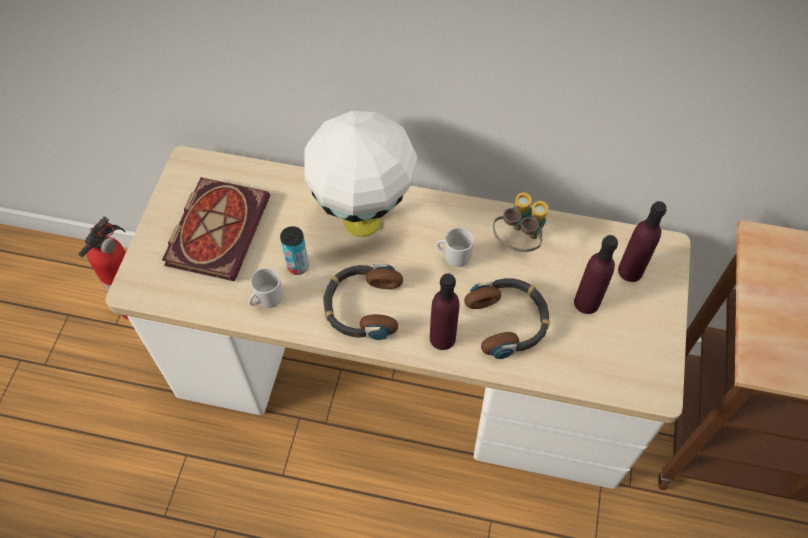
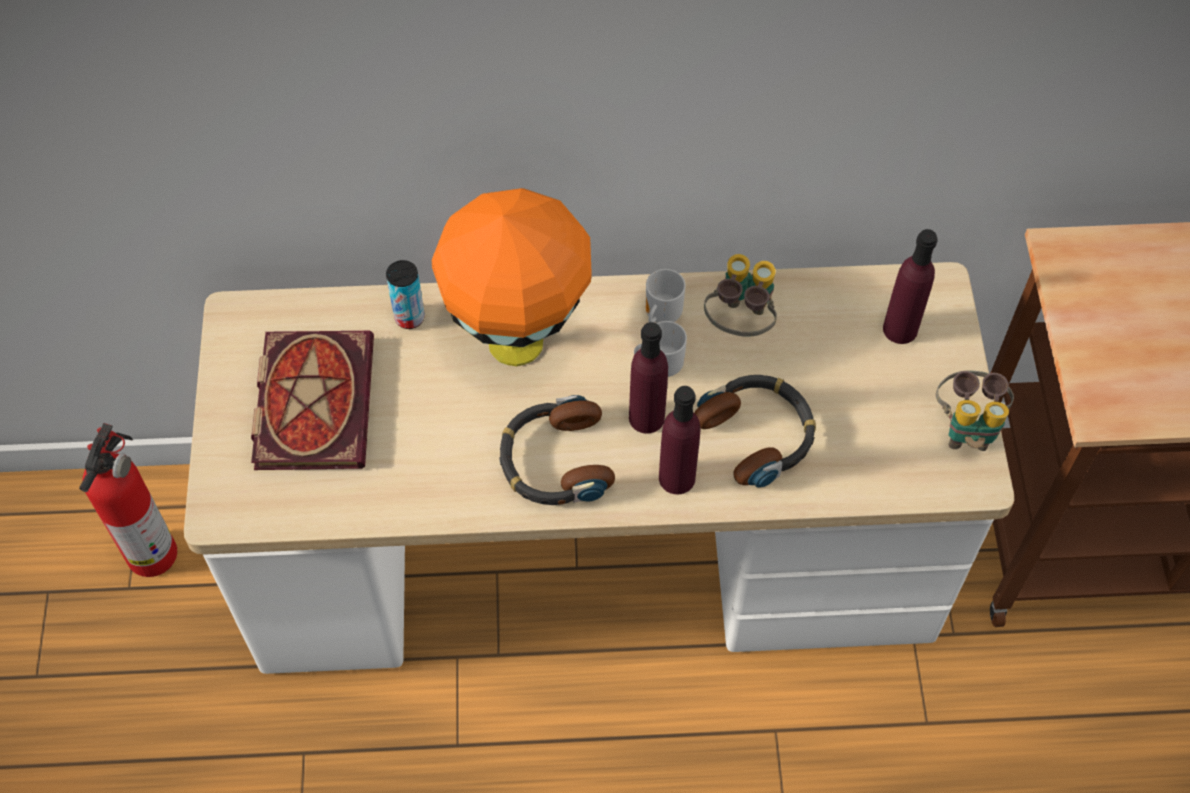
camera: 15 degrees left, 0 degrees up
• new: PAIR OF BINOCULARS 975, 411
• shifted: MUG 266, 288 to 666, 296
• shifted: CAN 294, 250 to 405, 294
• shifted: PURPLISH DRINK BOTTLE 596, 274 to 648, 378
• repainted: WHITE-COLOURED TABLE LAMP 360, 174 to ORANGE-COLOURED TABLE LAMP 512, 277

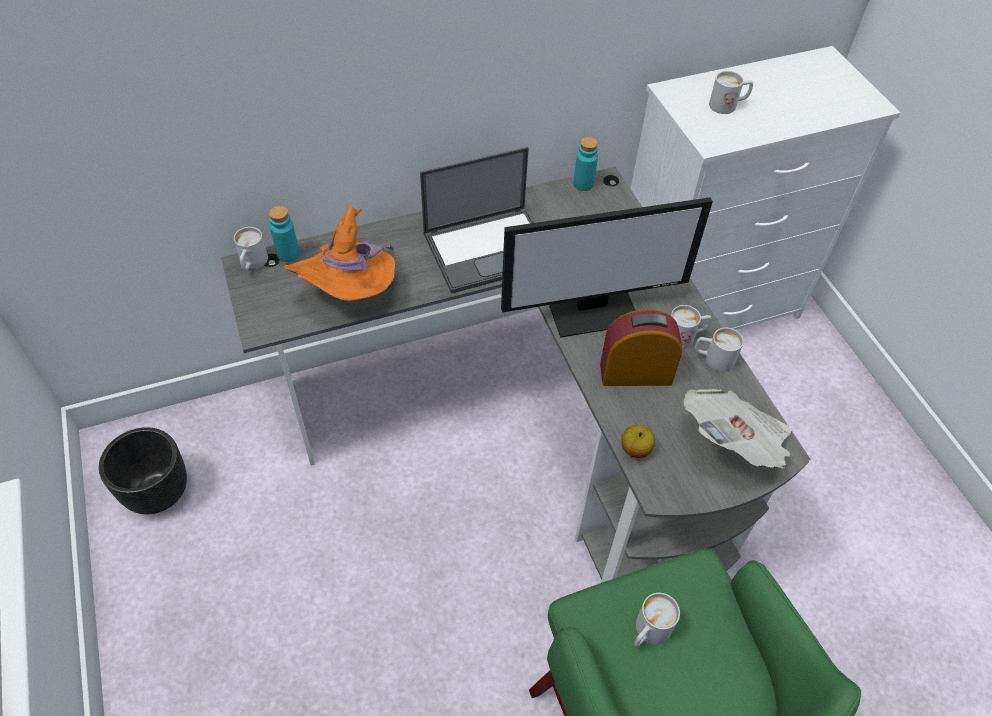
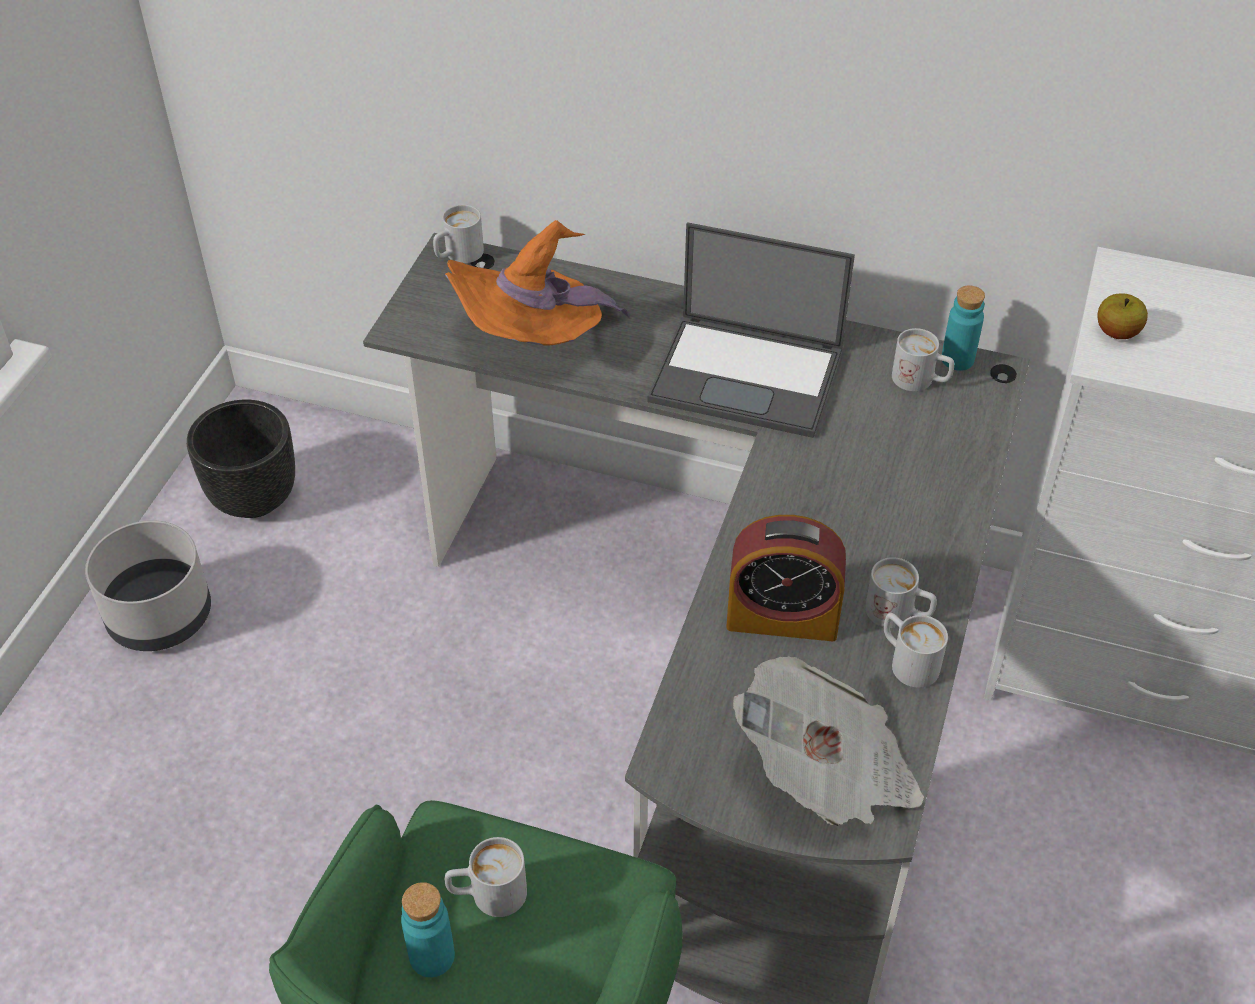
camera: 40 degrees right, 5 degrees down
• gone: MONITOR 607, 267
• new: GREYISH PLANT POT 148, 585
• shifted: TURQUOISE-COLOURED DRINK BOTTLE 284, 234 to 428, 929
• shifted: APPLE 638, 441 to 1122, 316
• shifted: WHITE-COLOURED MUG 731, 92 to 923, 359
• rotated: TABLE CLOCK 641, 347 = 786, 578 150 degrees clockwise

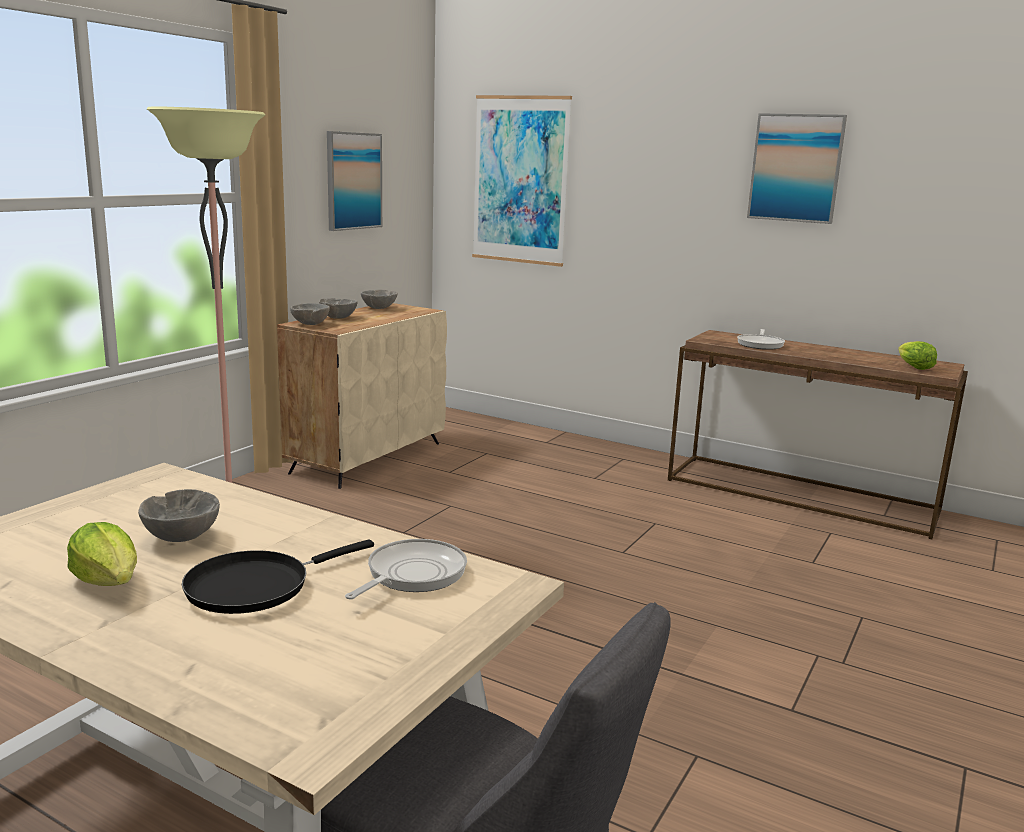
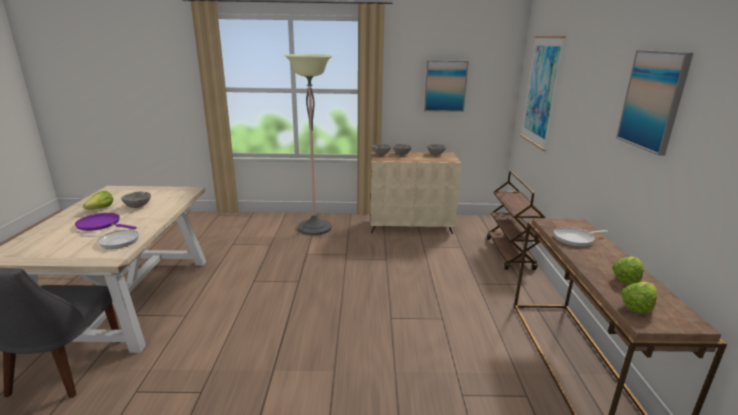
camera: 60 degrees right, 5 degrees up
• new: BROWNISH WHEELED CART 516, 220
• new: LETTUCE HEAD 628, 270
• repainted: BLACKISH PAN 278, 576 to PURPLISH PAN 106, 222

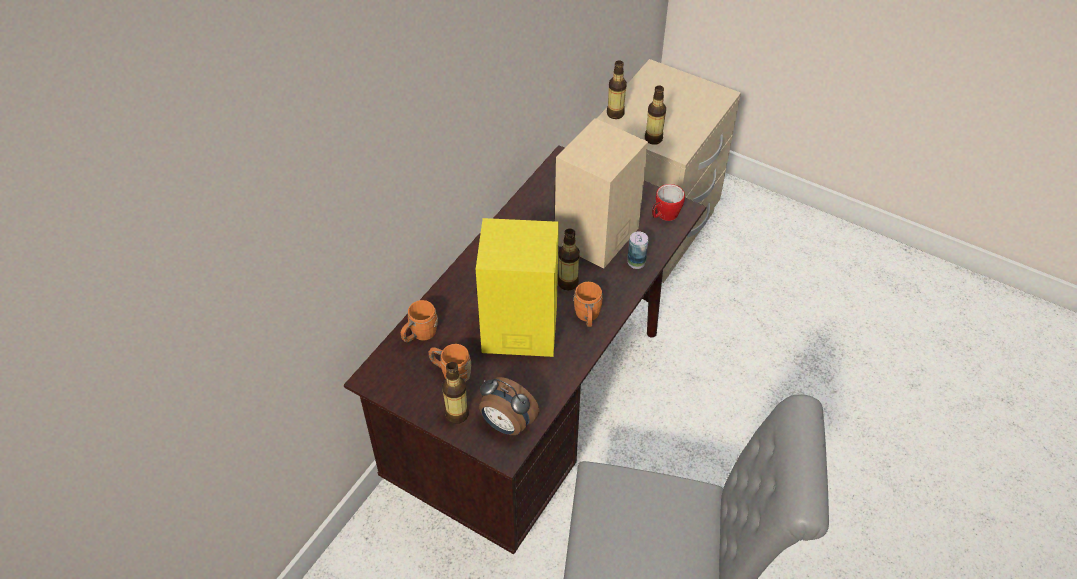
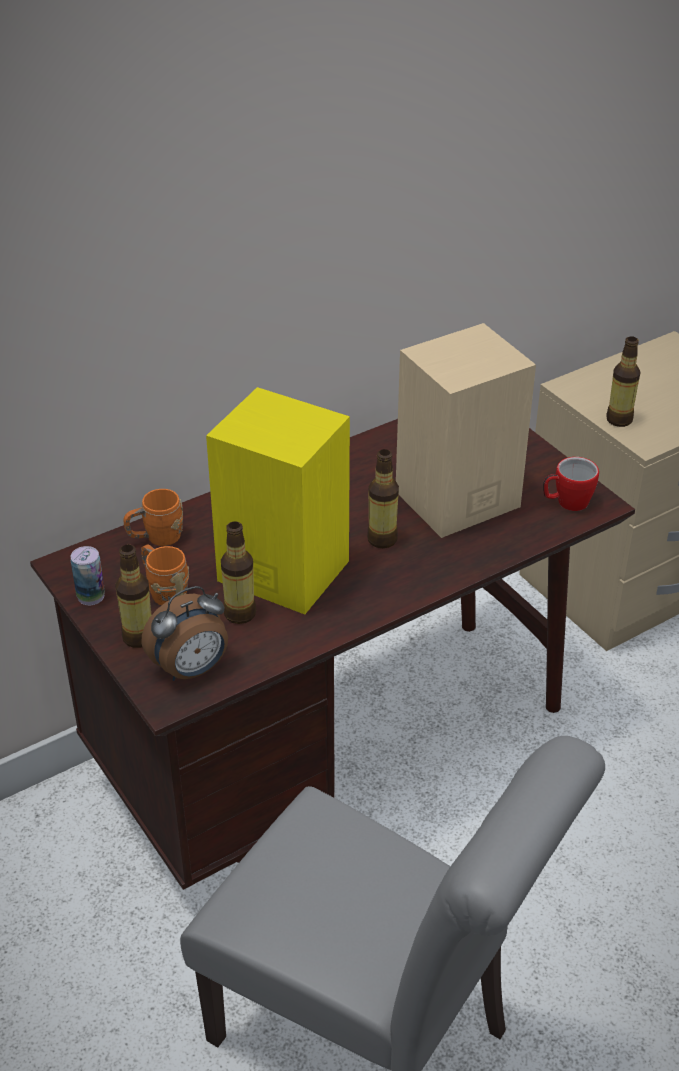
camera: 25 degrees right, 10 degrees down
• gone: ORANGE-COLOURED MUG 588, 304
• shifted: DRINK BOTTLE 617, 89 to 238, 573
• shifted: CAN 637, 250 to 88, 575
• rotated: TABLE CLOCK 509, 406 = 185, 633 90 degrees counterclockwise

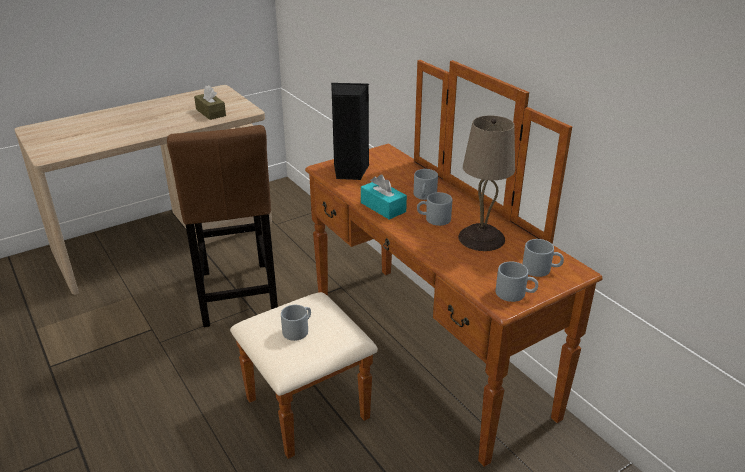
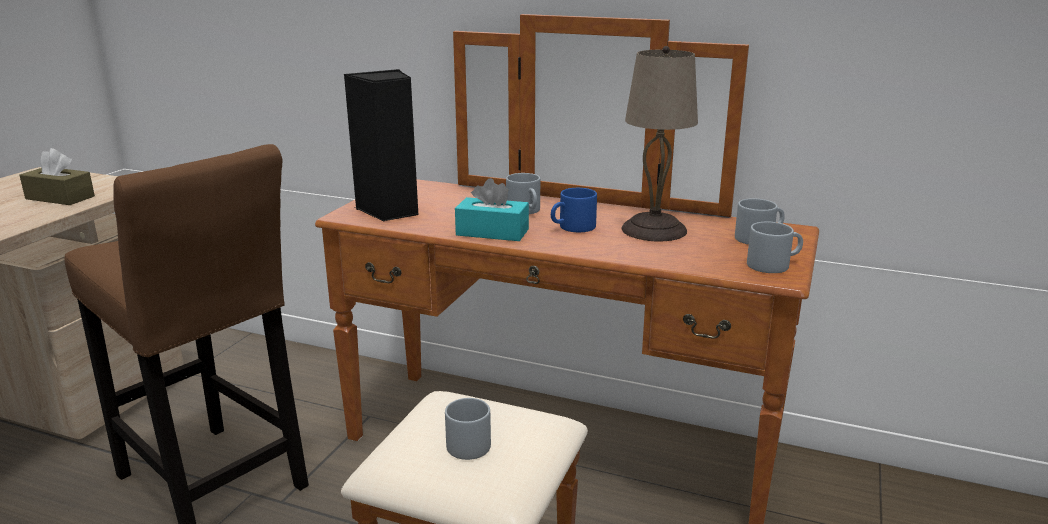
camera: 35 degrees left, 10 degrees down
• repainted: GREYISH MUG 434, 209 to BLUISH MUG 574, 210

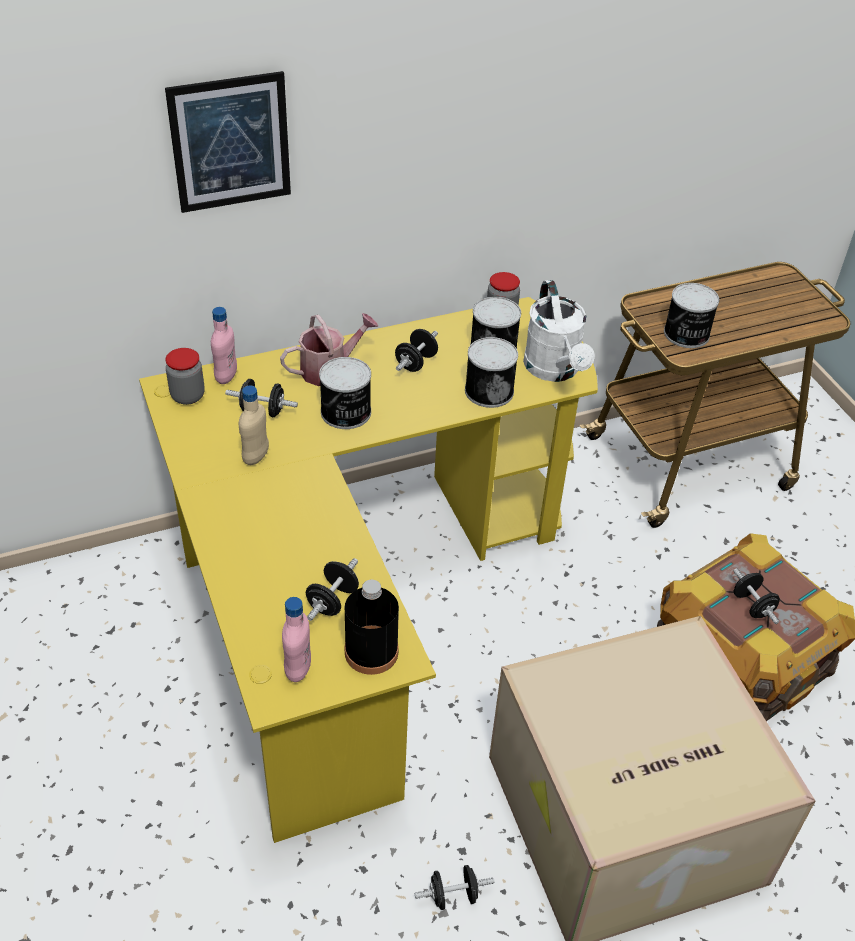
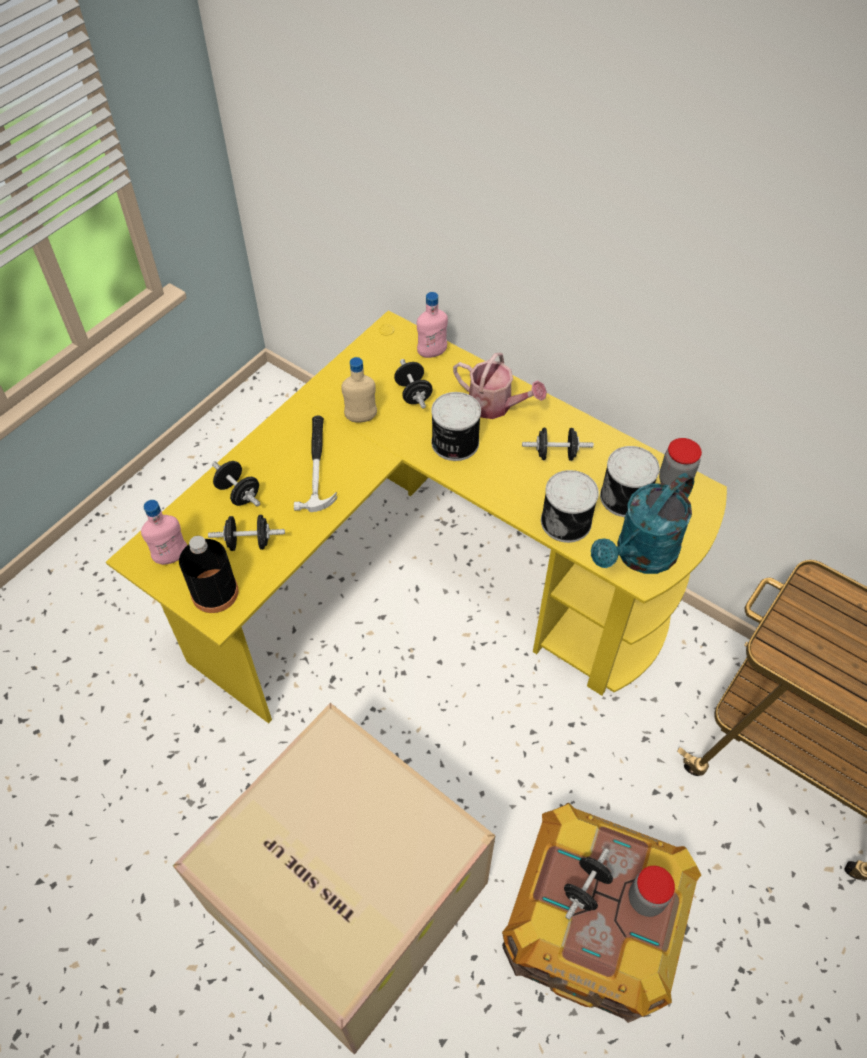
camera: 60 degrees right, 10 degrees up
• gone: PICTURE 228, 142
• gone: CAN 691, 315
• new: HAND HAMMER 315, 463
• shifted: PRESERVE JAR 185, 376 to 652, 891
• shifted: BLACKISH FREE WEIGHT 455, 887 to 236, 484
• repainted: WHITE-COLOURED SPRINKLING CAN 559, 331 to TURQUOISE-COLOURED SPRINKLING CAN 642, 523

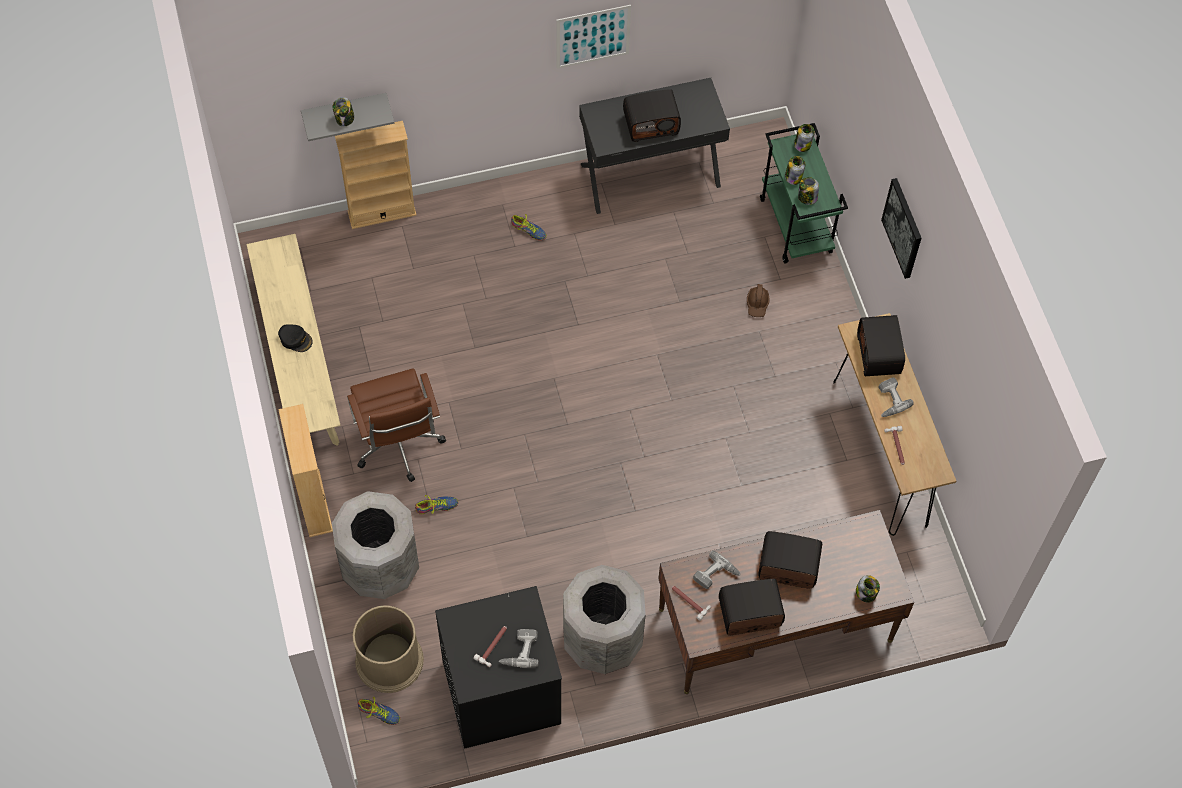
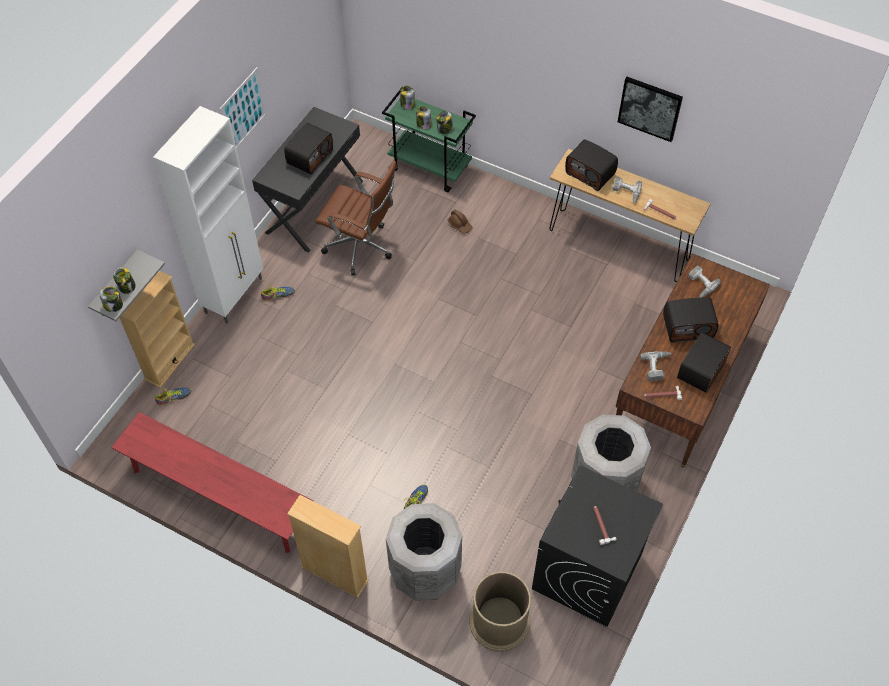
camera: 45 degrees left, 5 degrees down
• gone: BLACKISH BASEBALL CAP 295, 338
• new: WHITE-COLOURED CUPBOARD 208, 214
• shifted: BROWNISH DESK CHAIR 396, 425 to 356, 218
• shifted: SHOE 379, 711 to 173, 396
• shifted: DRILL 519, 648 to 704, 282
• shifted: PRESERVE JAR 868, 589 to 111, 299
• shifted: PICTURE 901, 228 to 650, 109
• repainted: BEIGE LONG SEAT 293, 340 to REDDISH LONG SEAT 212, 482
• rotated: RADIO SET 790, 560 = 691, 320 150 degrees counterclockwise

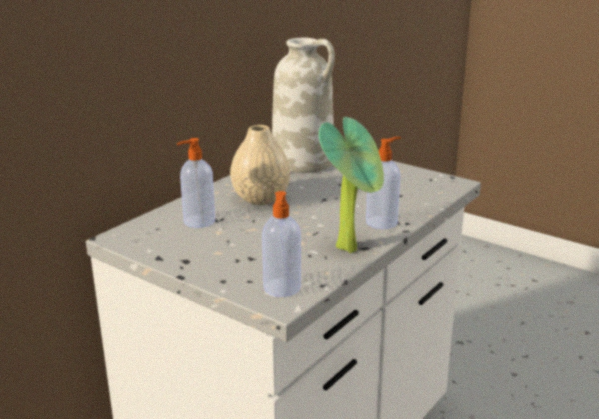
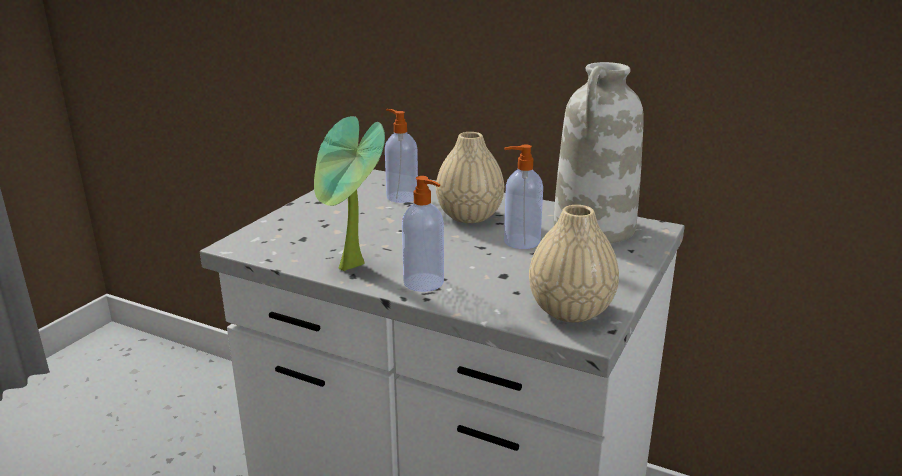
camera: 80 degrees right, 0 degrees up
• new: BEIGE DECORATIVE VASE 574, 263
• shifted: LIQUID SOAP BOTTLE 281, 244 to 523, 197

